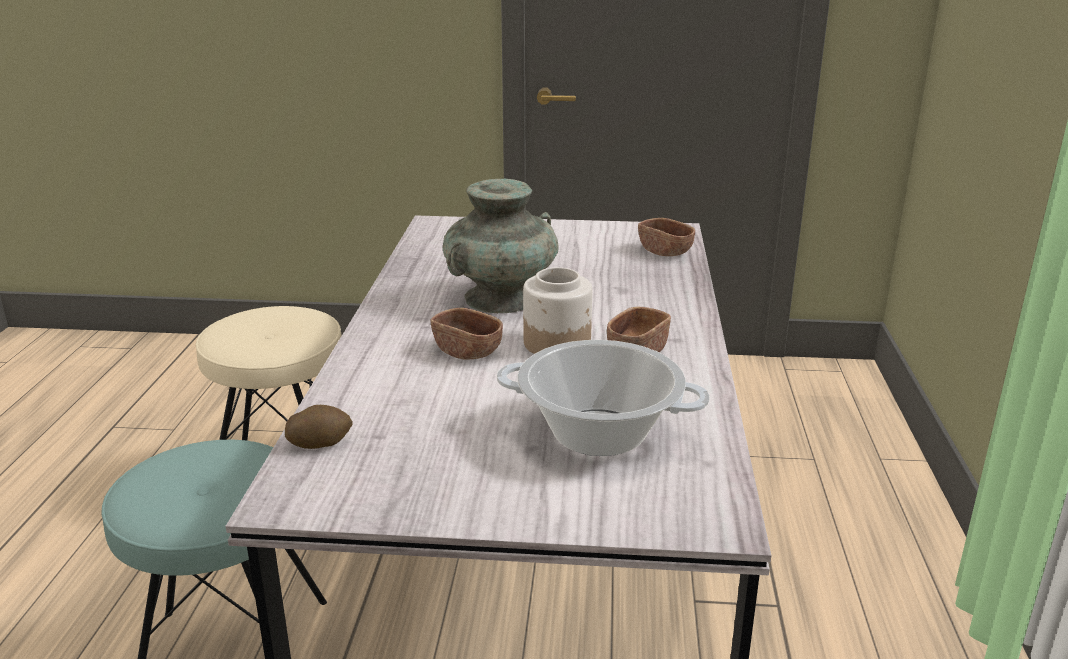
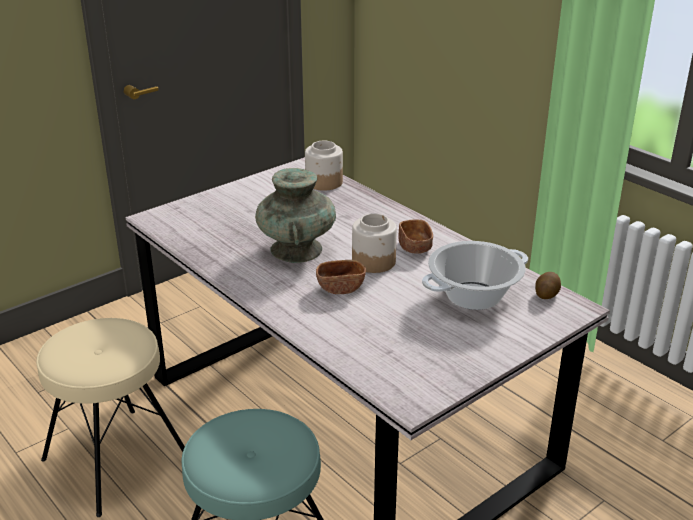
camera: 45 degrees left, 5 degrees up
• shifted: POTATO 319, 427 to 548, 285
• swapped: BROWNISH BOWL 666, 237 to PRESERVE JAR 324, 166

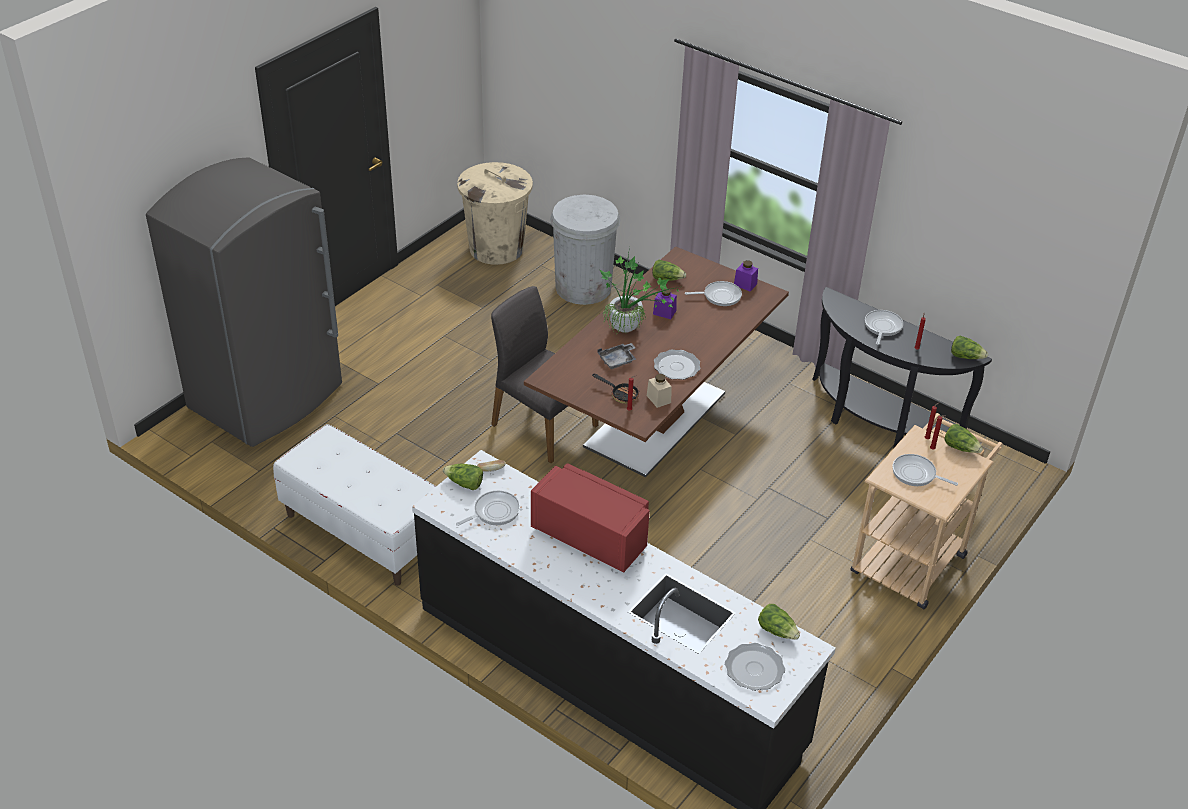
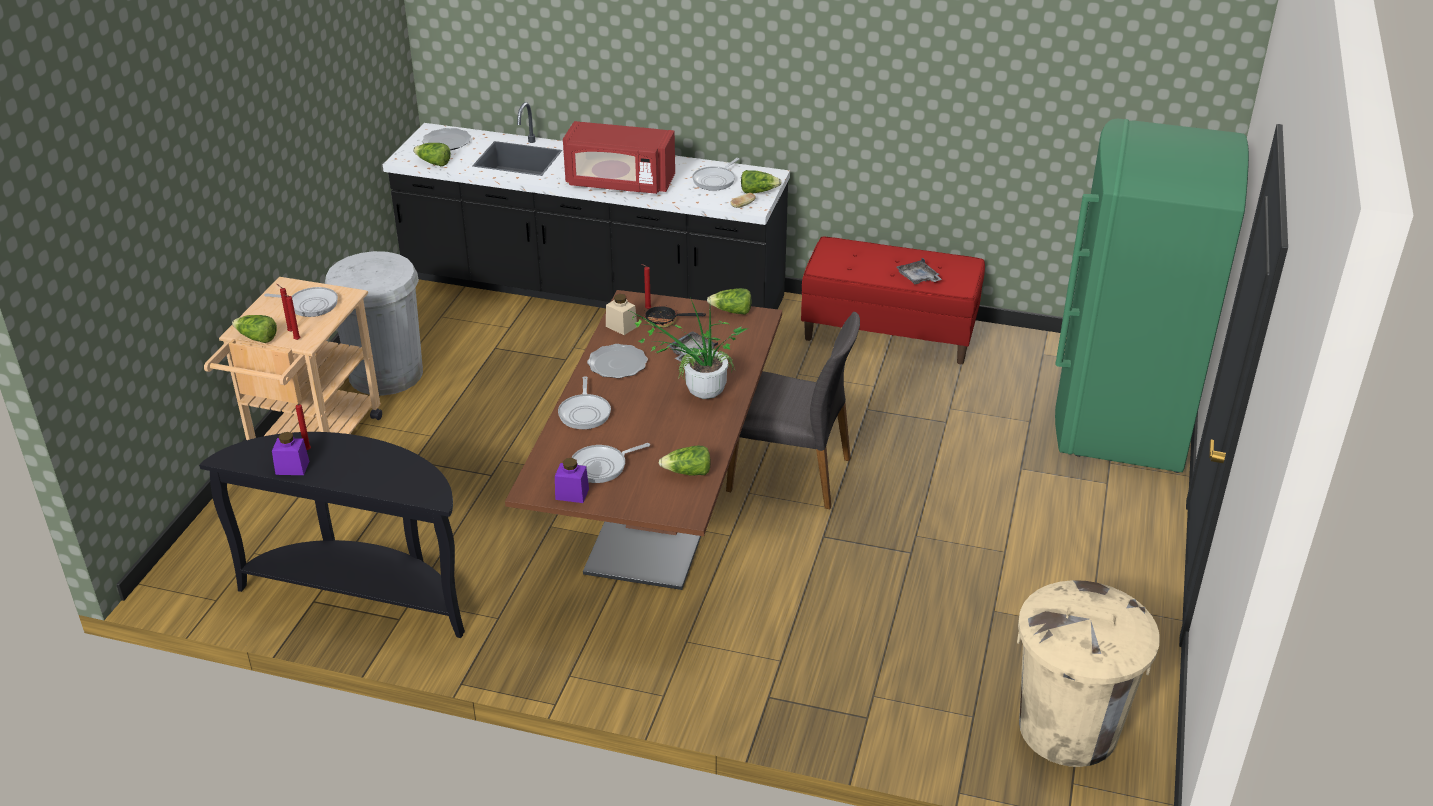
camera: 160 degrees right, 5 degrees down
• new: GREYISH TRAY 919, 271
• shifted: WHITE-COLOURED WASTE BIN 585, 249 to 374, 323
• shifted: PURPLISH PRESERVE JAR 665, 303 to 290, 453
• shifted: PAN 884, 327 to 584, 402
• shifted: LETTUCE HEAD 969, 347 to 729, 301
• repainted: GREYISH KITCHEN FRIDGE 244, 302 to GREEN-COLOURED KITCHEN FRIDGE 1152, 296
• repainted: WHITE-COLOURED LONG SEAT 354, 505 to REDDISH LONG SEAT 893, 300

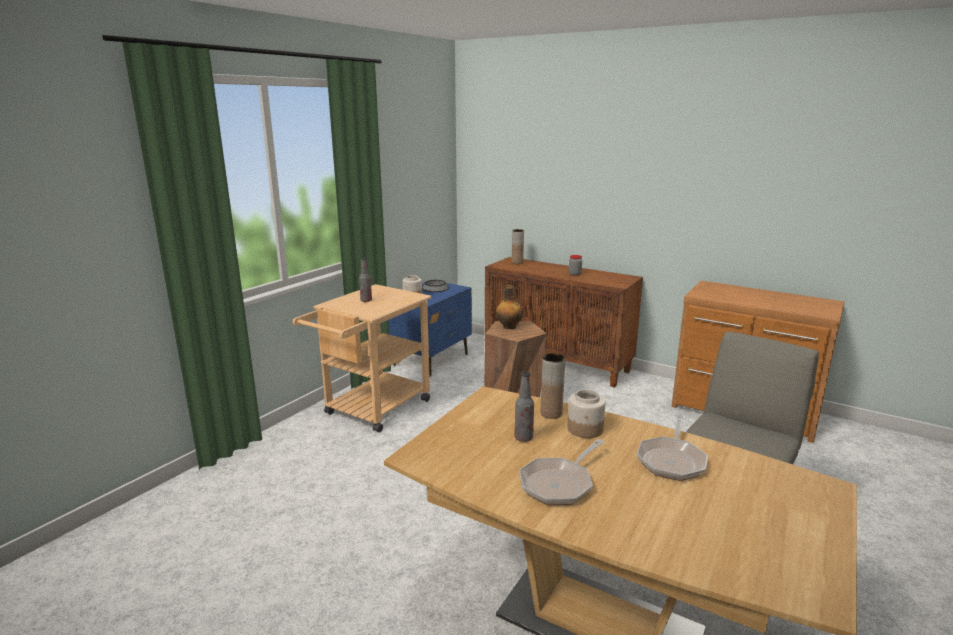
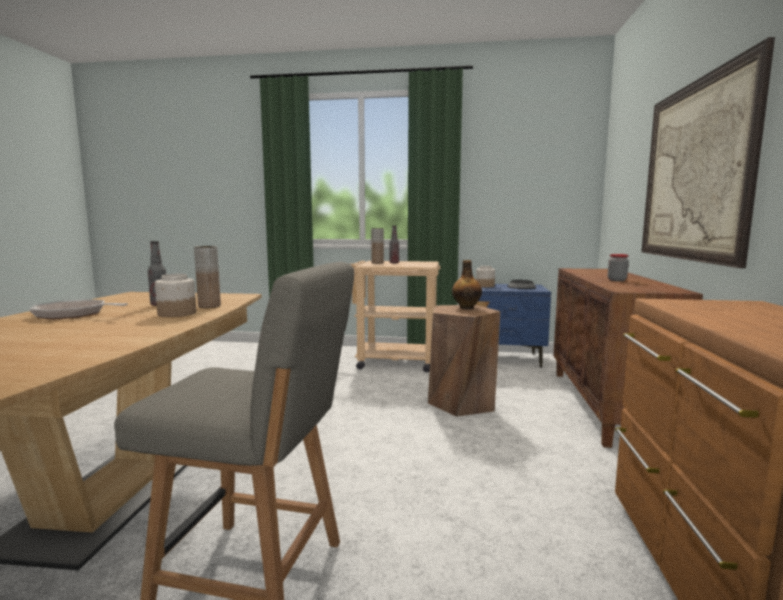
camera: 65 degrees right, 10 degrees down
• gone: PAN 672, 447
• new: PICTURE 708, 152
• shifted: BROWNISH DECORATIVE VASE 518, 246 to 377, 246

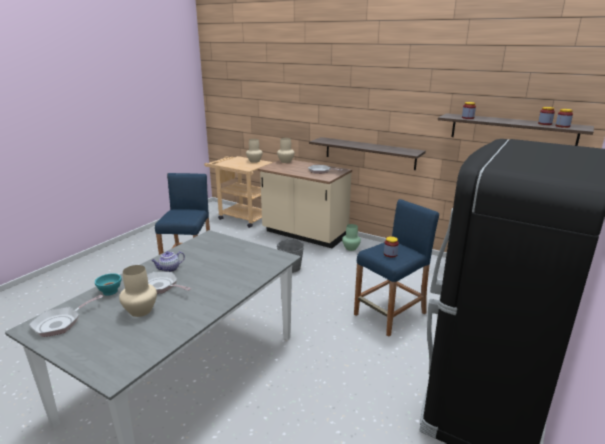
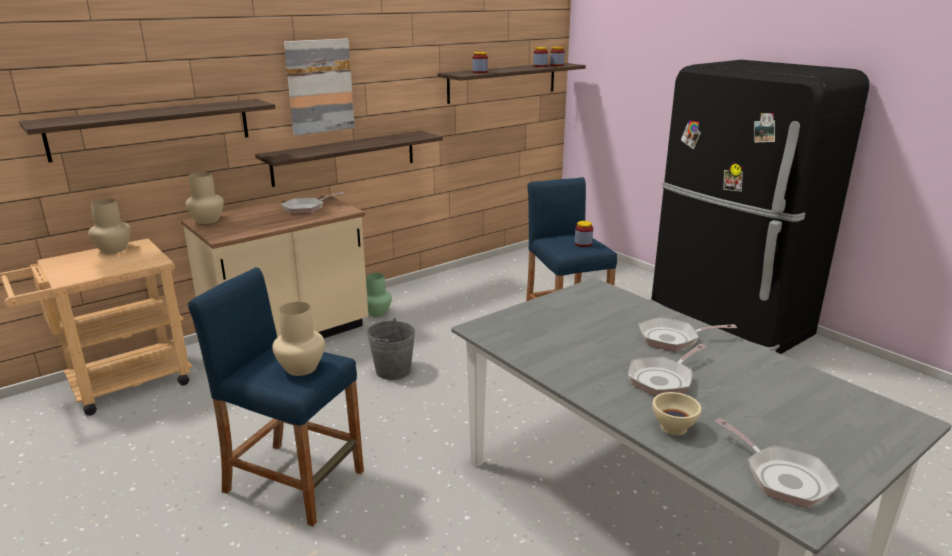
camera: 70 degrees left, 0 degrees up
• gone: TEAPOT 168, 261
• new: BRACKET SHELF 147, 130
• new: PICTURE 319, 87
• new: PAN 688, 334
• shifted: BEIGE DECORATIVE VASE 138, 291 to 298, 339
• repainted: TURQUOISE-COLOURED BOWL 108, 284 to BEIGE BOWL 676, 413

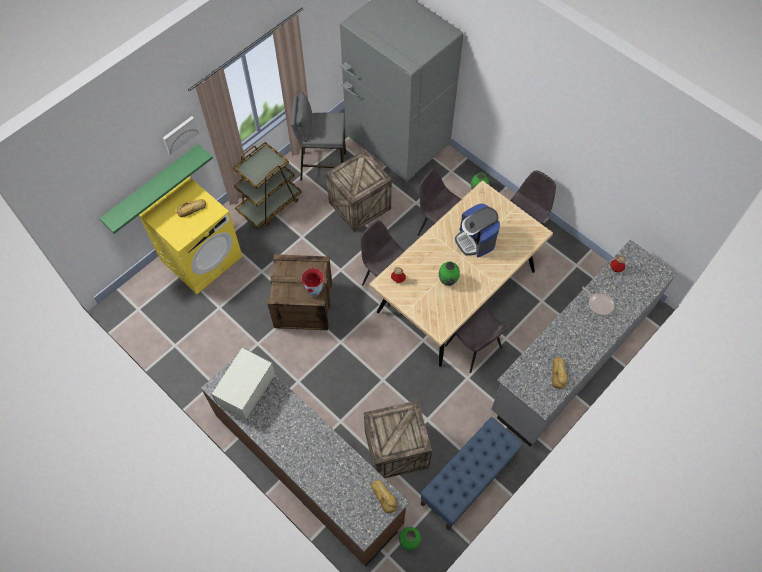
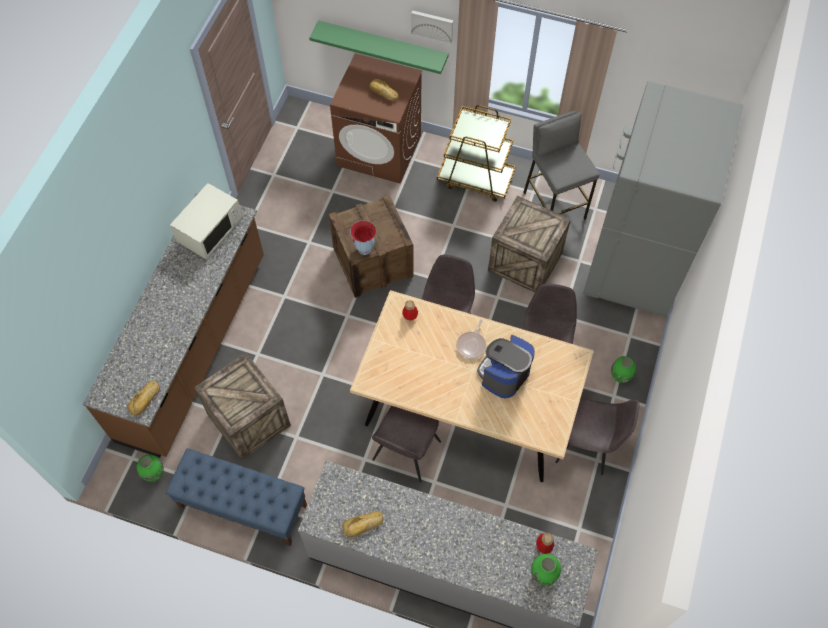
camera: 65 degrees right, 0 degrees up
• shifted: GREEN-COLOURED DECORATIVE VASE 449, 273 to 546, 570
• shifted: PAN 598, 301 to 471, 339
• repainted: YELLOW-COLOURED LAUNDRY MACHINE 190, 235 to BROWNISH LAUNDRY MACHINE 376, 118
• rotated: WHITE-COLOURED MICROWAVE 243, 384 = 206, 221 120 degrees clockwise

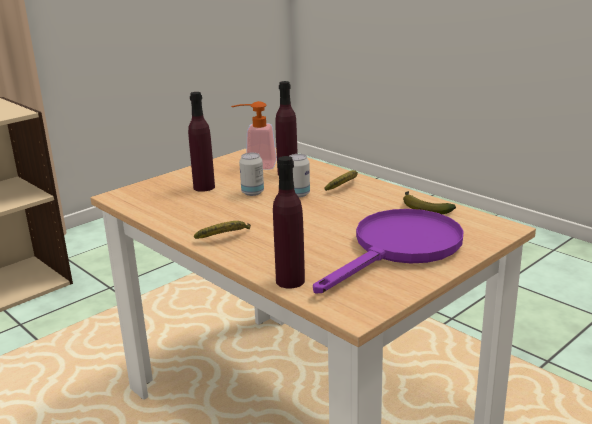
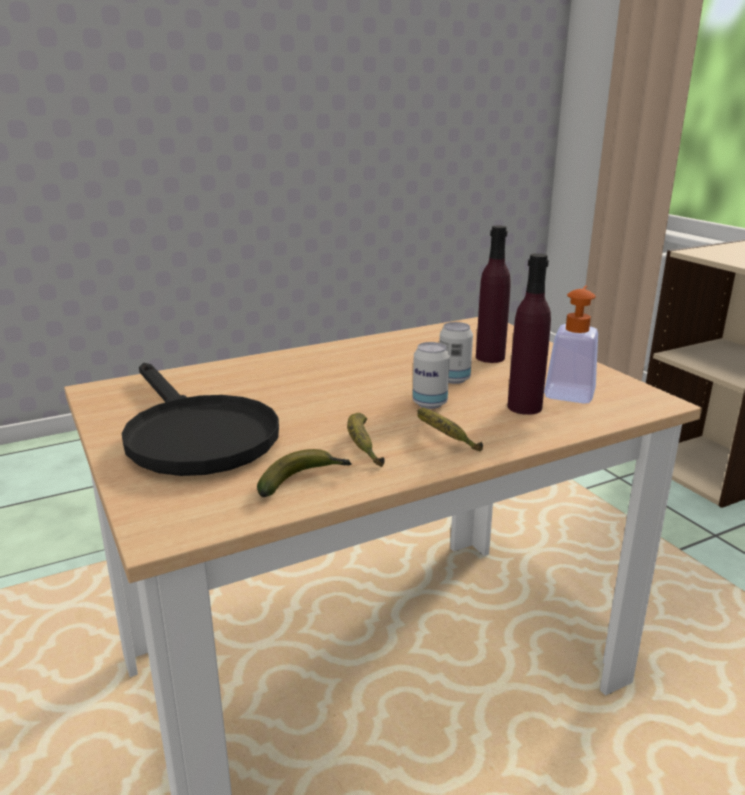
camera: 105 degrees right, 0 degrees up
• gone: PURPLISH DRINK BOTTLE 289, 222
• shifted: WHOLE BANANA 222, 230 to 366, 440
• repainted: PURPLISH PAN 388, 251 to BLACKISH PAN 200, 419

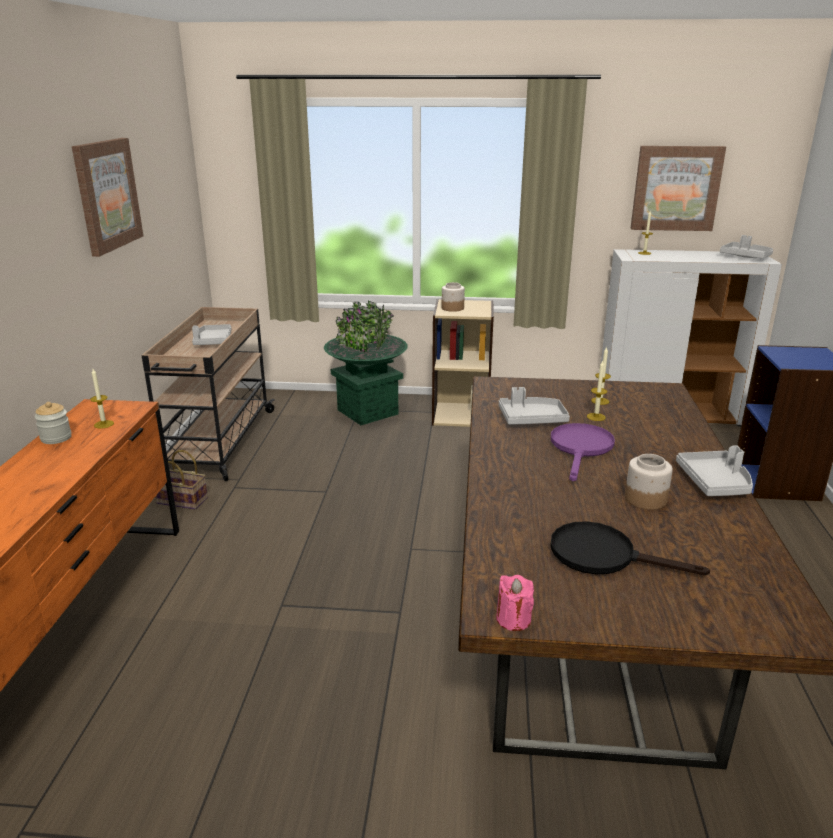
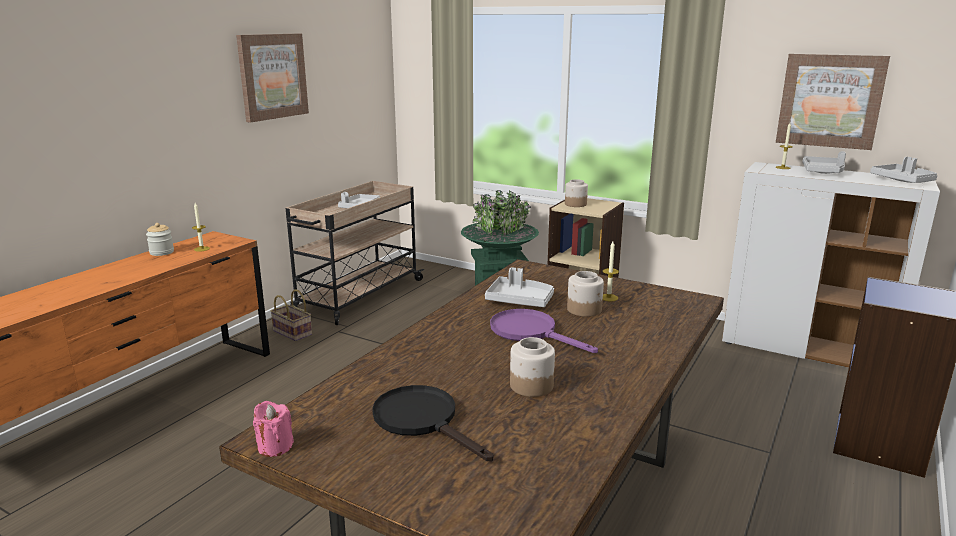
camera: 25 degrees right, 5 degrees down
• shifted: GREYISH TRAY 714, 470 to 824, 162
• swapped: WAX LIGHT 597, 391 to PRESERVE JAR 585, 294
• rotated: PURPLISH PAN 583, 452 = 544, 331 90 degrees counterclockwise

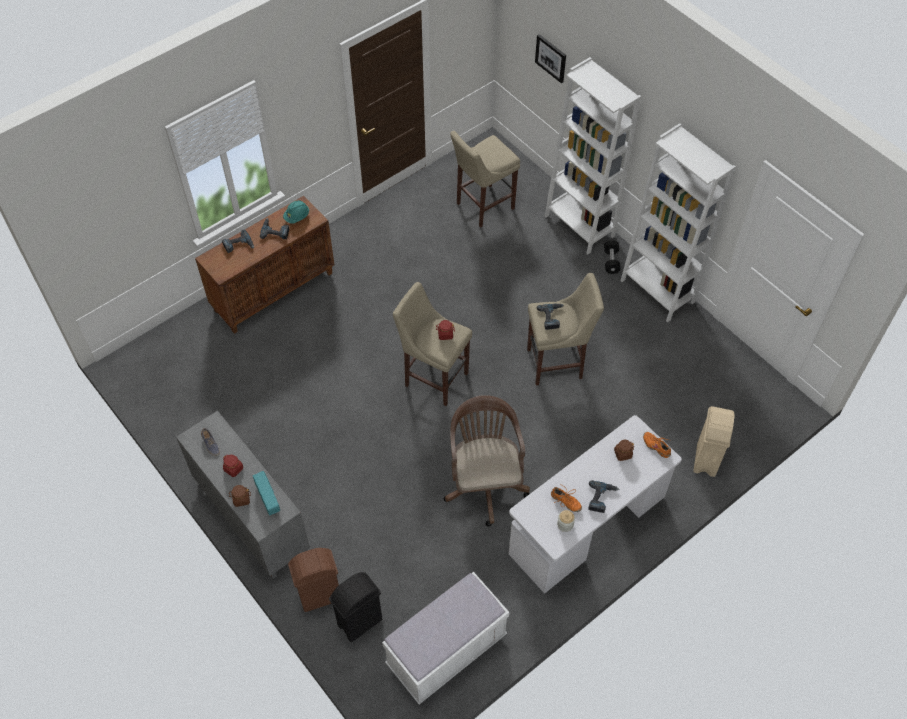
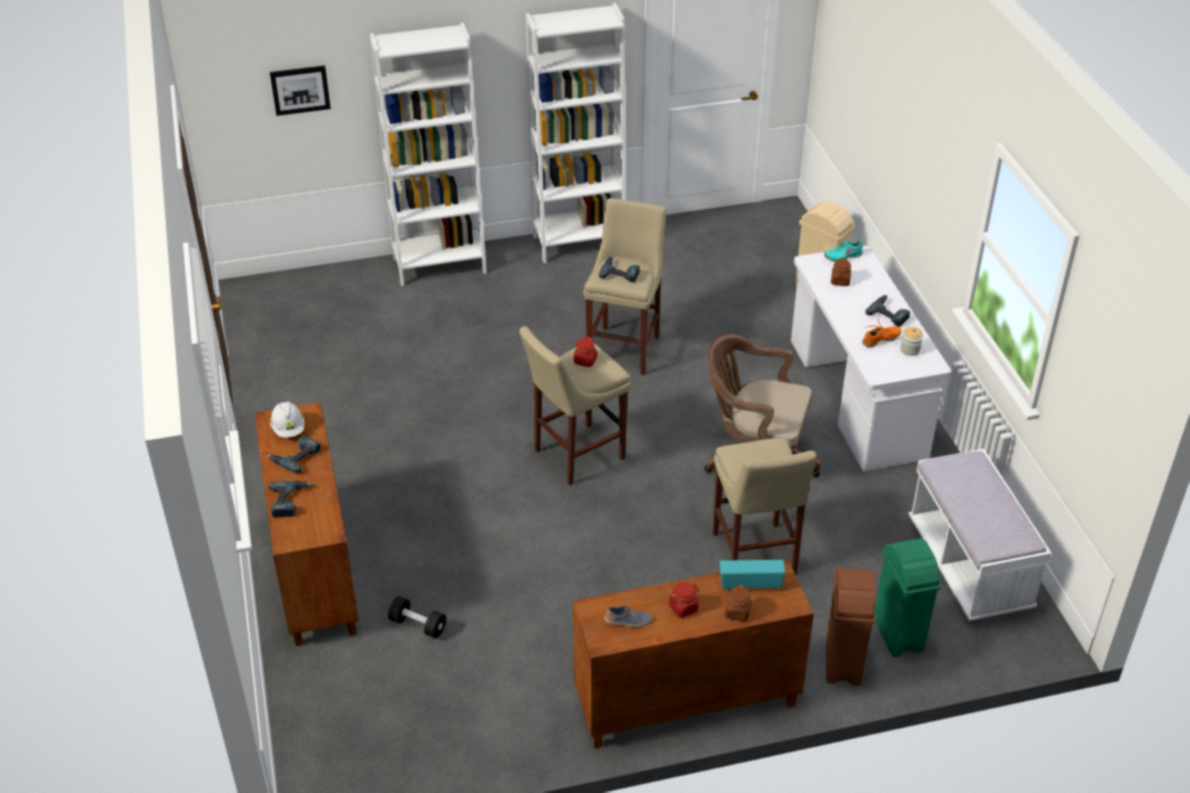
camera: 65 degrees left, 15 degrees down
• shifted: BEIGE SITTING STOOL 485, 179 to 765, 506
• shifted: BLACKISH FREE WEIGHT 612, 257 to 417, 617
• repainted: GREYISH CUPBOARD 243, 495 to BROWNISH CUPBOARD 693, 653
• repainted: TURQUOISE-COLOURED HARD HAT 296, 212 to WHITE-COLOURED HARD HAT 287, 419
• repainted: BLACKISH WASTE BIN 355, 607 to GREEN-COLOURED WASTE BIN 908, 598
• repainted: ORANGE-COLOURED SHOE 657, 445 to TURQUOISE-COLOURED SHOE 843, 251

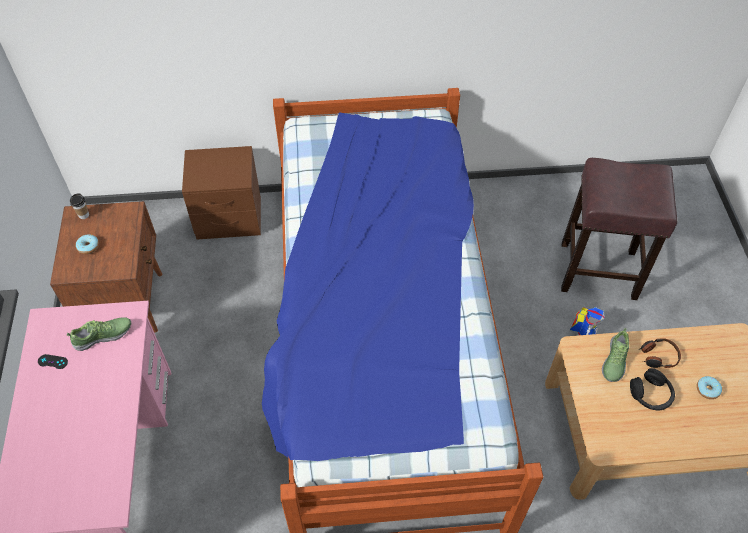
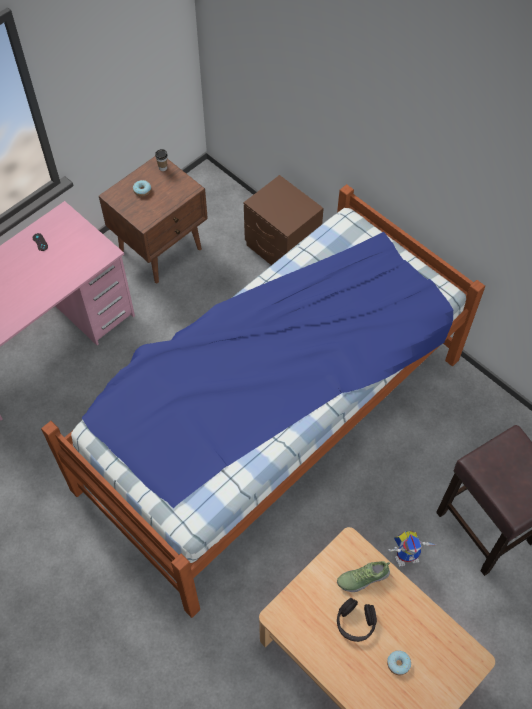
camera: 50 degrees right, 5 degrees up
• gone: SHOE 98, 334
• gone: PAIR OF HEADPHONES 659, 353

